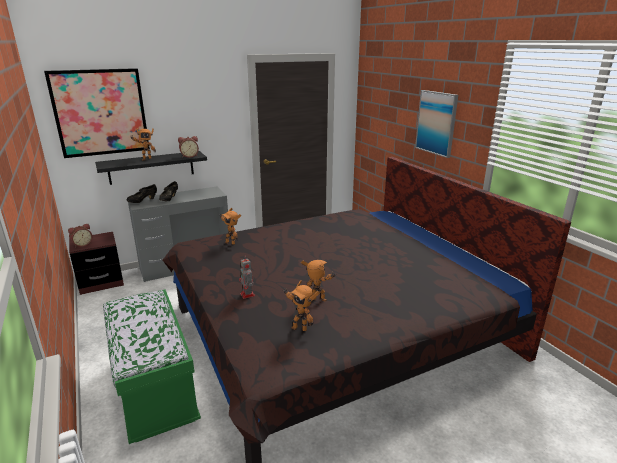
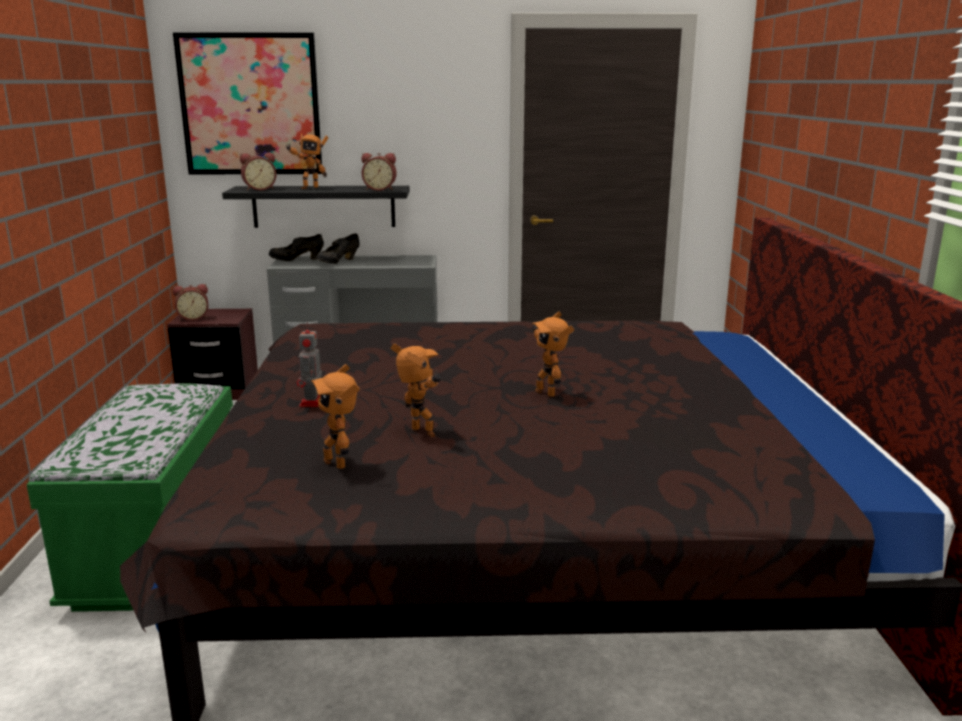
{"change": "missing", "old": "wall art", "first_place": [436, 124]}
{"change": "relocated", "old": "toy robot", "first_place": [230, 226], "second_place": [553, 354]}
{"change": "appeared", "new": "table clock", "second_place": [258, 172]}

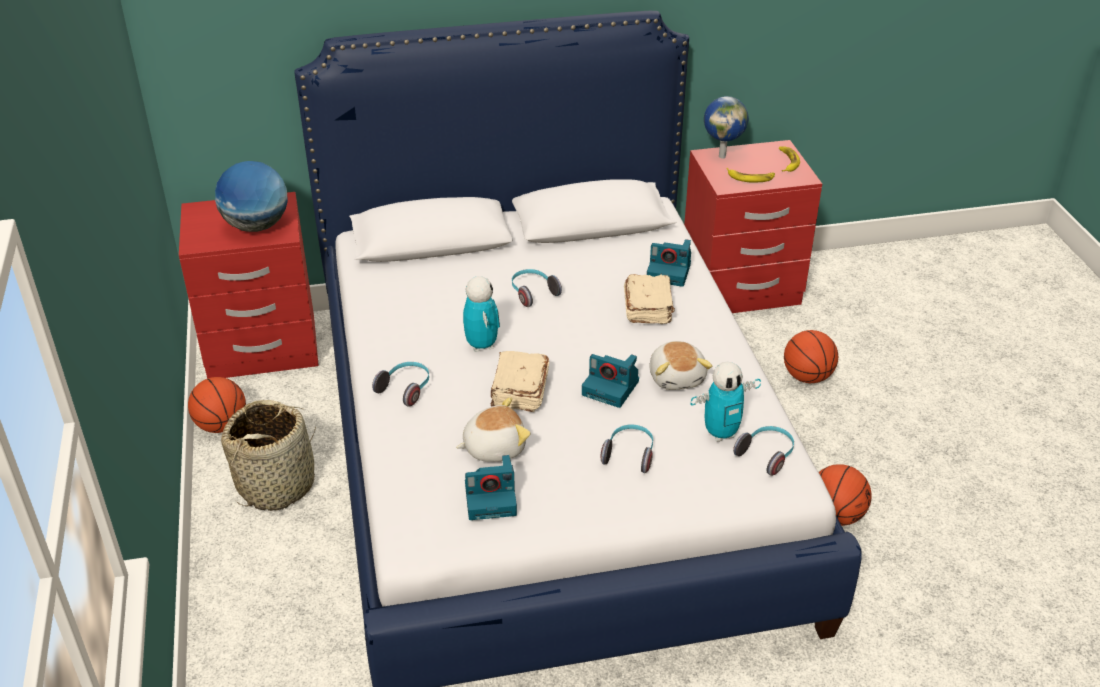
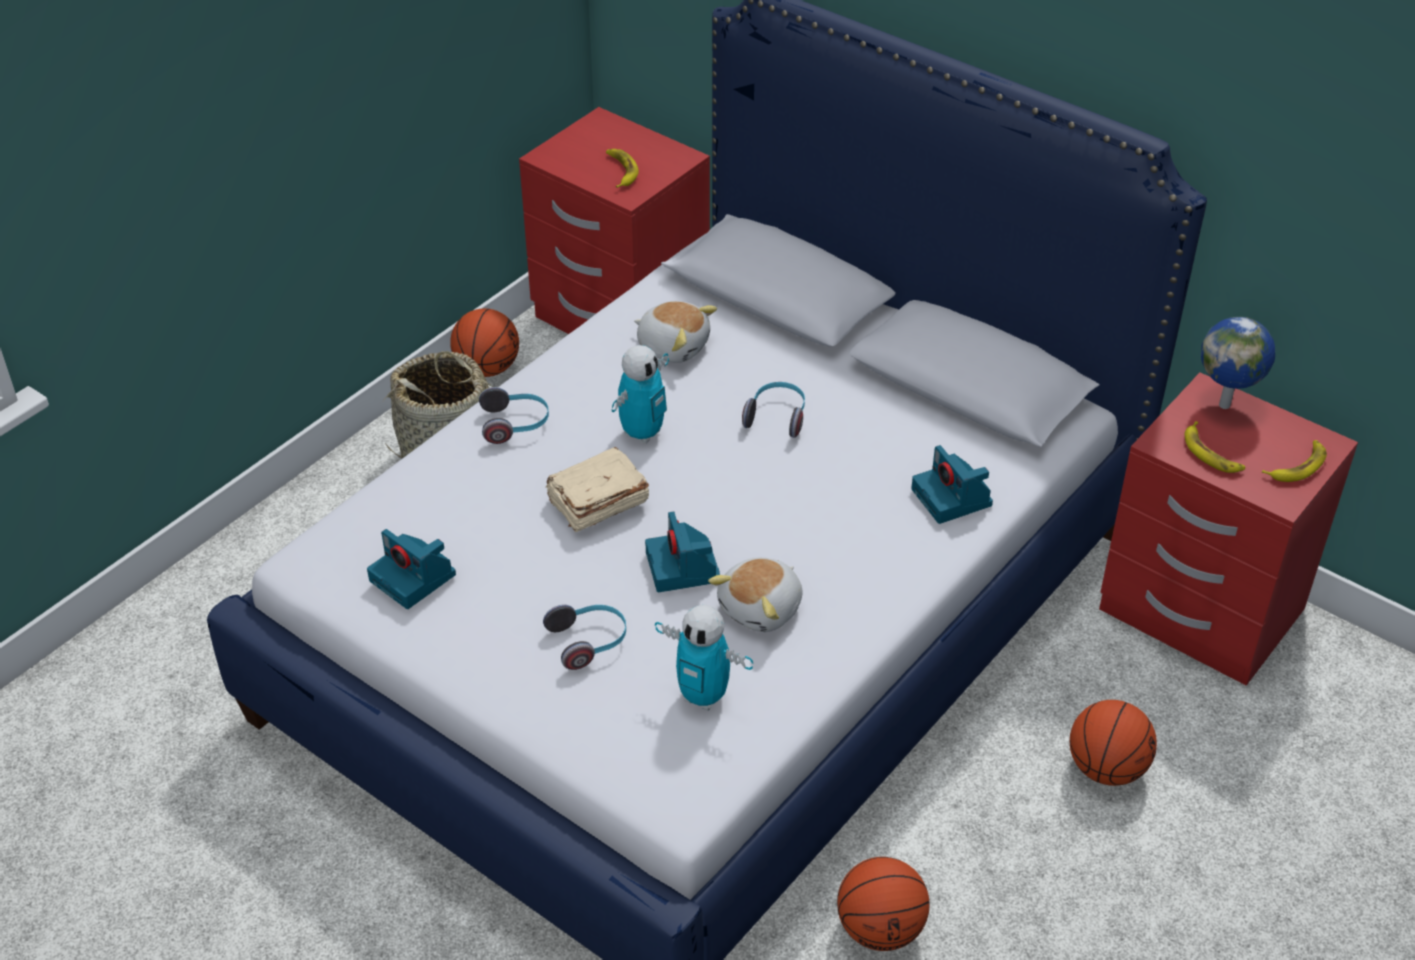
{"change": "exchanged", "old": "desk globe", "new": "banana", "first_place": [251, 196], "second_place": [622, 168]}
{"change": "missing", "old": "book (beige-coloured)", "first_place": [649, 299]}
{"change": "relocated", "old": "cuddly toy", "first_place": [493, 429], "second_place": [675, 332]}
{"change": "missing", "old": "pair of headphones", "first_place": [763, 451]}

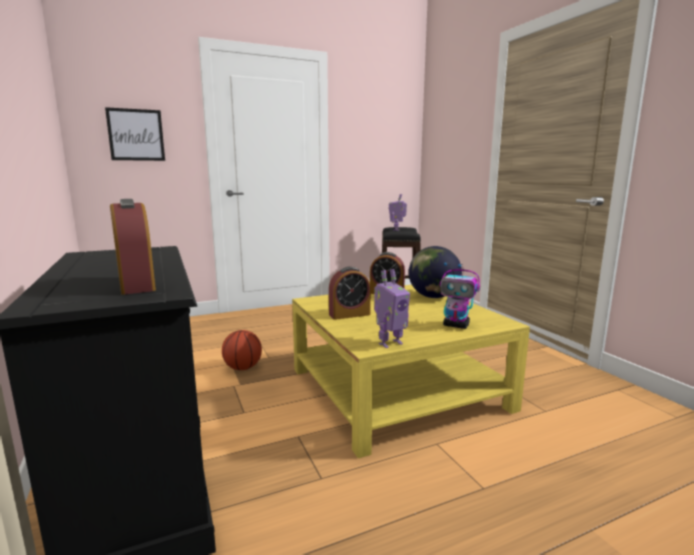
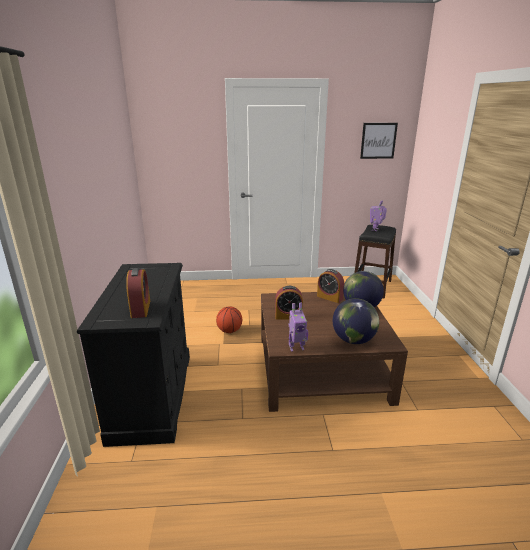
{"change": "relocated", "old": "wall art", "first_place": [135, 134], "second_place": [379, 141]}
{"change": "exchanged", "old": "toy robot", "new": "desk globe", "first_place": [460, 295], "second_place": [356, 321]}
{"change": "colour", "old": "coffee table (yellow)", "new": "coffee table (brown)", "first_place": [411, 371], "second_place": [334, 352]}

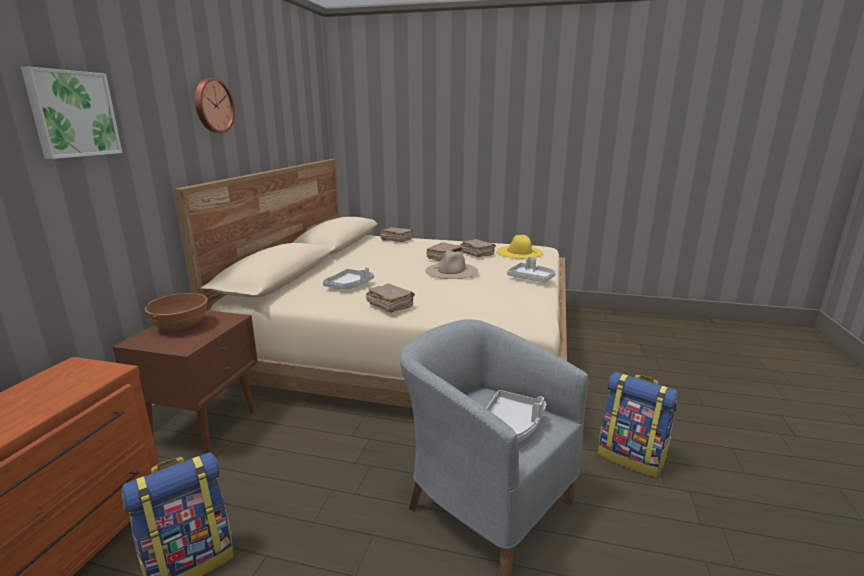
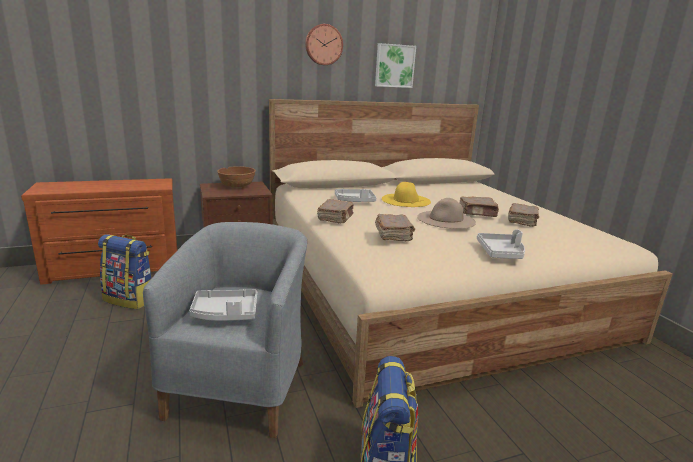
{"change": "relocated", "old": "wall art", "first_place": [71, 113], "second_place": [395, 65]}
{"change": "relocated", "old": "book (brown)", "first_place": [396, 234], "second_place": [395, 227]}
{"change": "relocated", "old": "wearable hat (yellow)", "first_place": [519, 247], "second_place": [406, 194]}

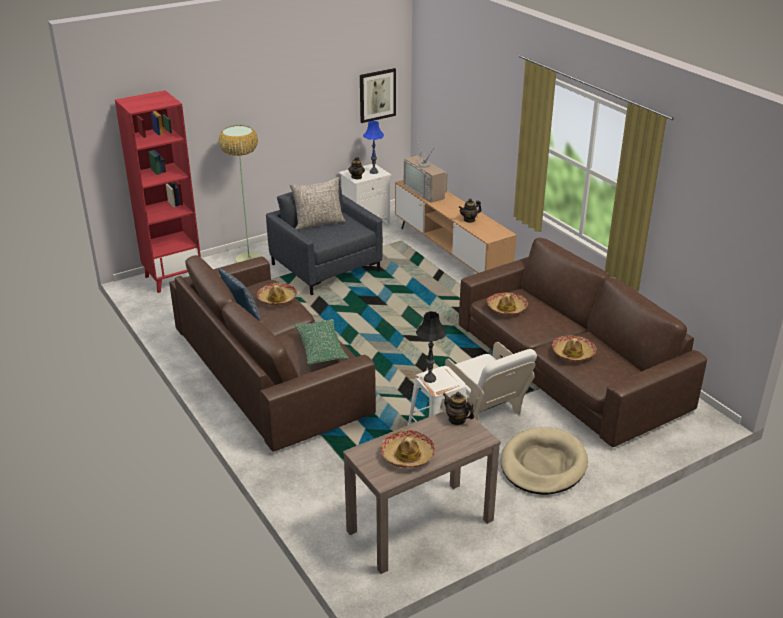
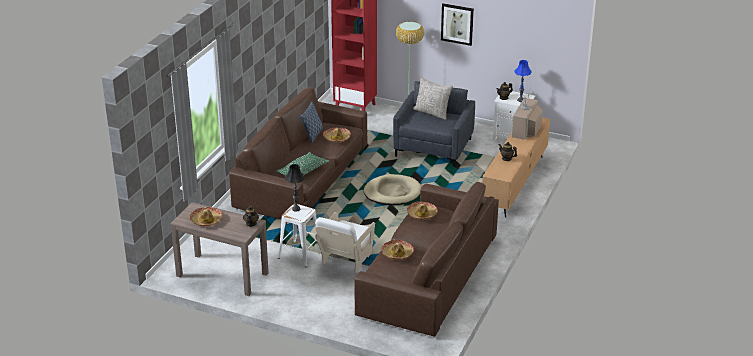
{"change": "relocated", "old": "wall art", "first_place": [378, 95], "second_place": [457, 24]}
{"change": "relocated", "old": "pet bed (beige-coloured)", "first_place": [544, 461], "second_place": [392, 189]}

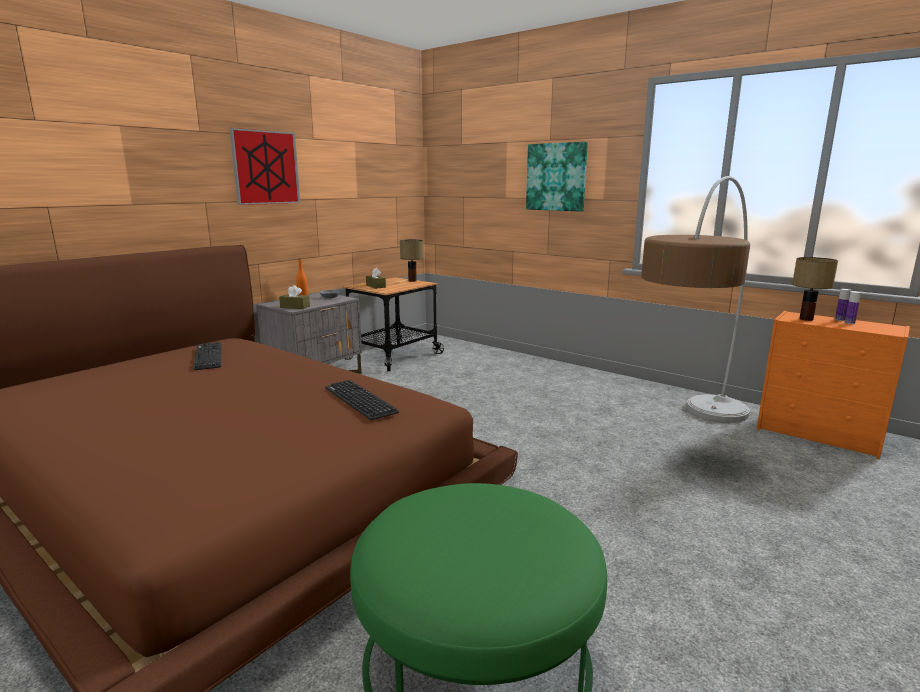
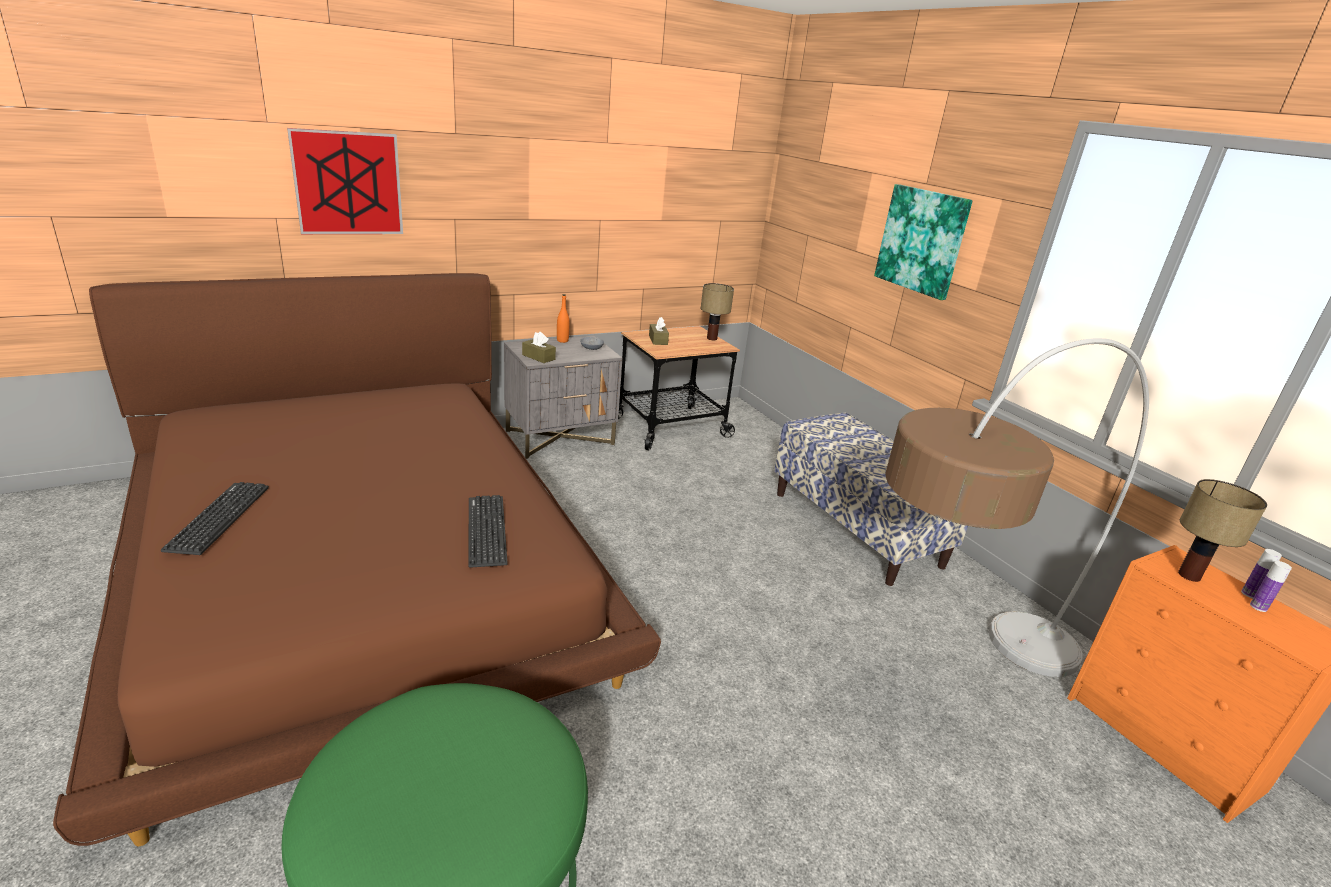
{"change": "relocated", "old": "wall art", "first_place": [264, 166], "second_place": [345, 181]}
{"change": "relocated", "old": "keyboard", "first_place": [207, 356], "second_place": [215, 518]}
{"change": "appeared", "new": "bench", "second_place": [871, 499]}

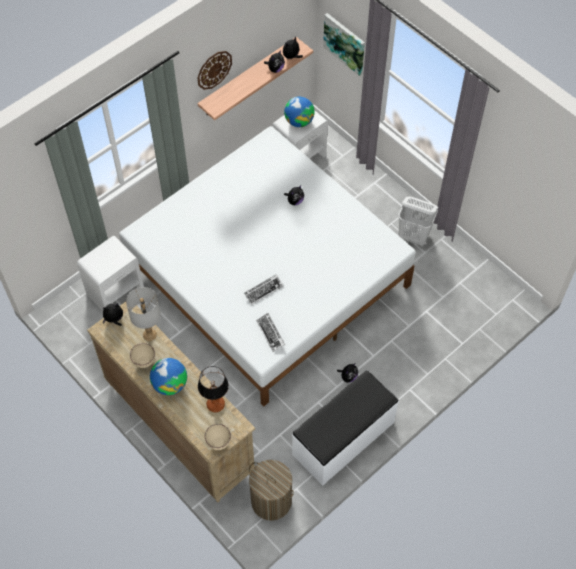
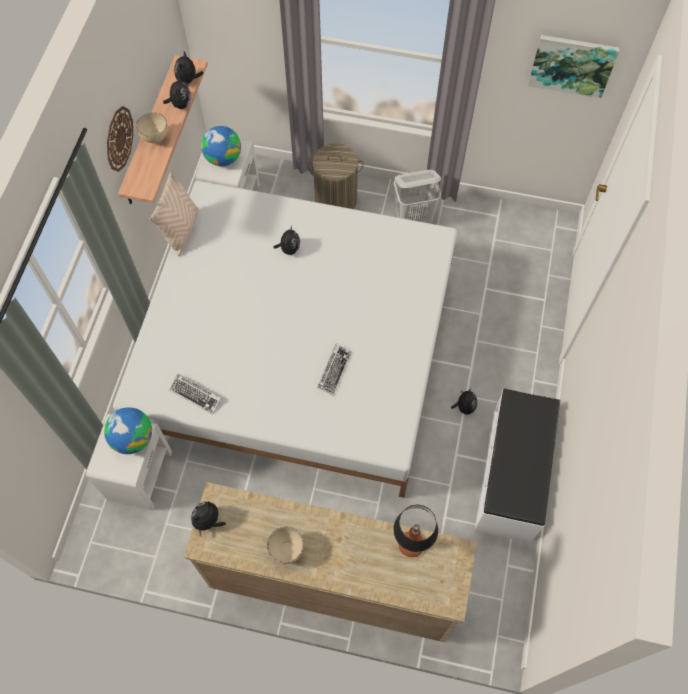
{"change": "relocated", "old": "wall art", "first_place": [344, 44], "second_place": [573, 66]}
{"change": "missing", "old": "table lamp (grey)", "first_place": [143, 314]}
{"change": "relocated", "old": "keyboard", "first_place": [270, 332], "second_place": [195, 394]}
{"change": "relocated", "old": "desk globe", "first_place": [168, 376], "second_place": [128, 430]}
{"change": "relocated", "old": "deep dish (beige-coloured)", "first_place": [218, 437], "second_place": [152, 128]}
{"change": "relocated", "old": "washing basket", "first_place": [271, 490], "second_place": [336, 176]}
{"change": "appeared", "new": "throw pillow (beige-coloured)", "second_place": [174, 214]}

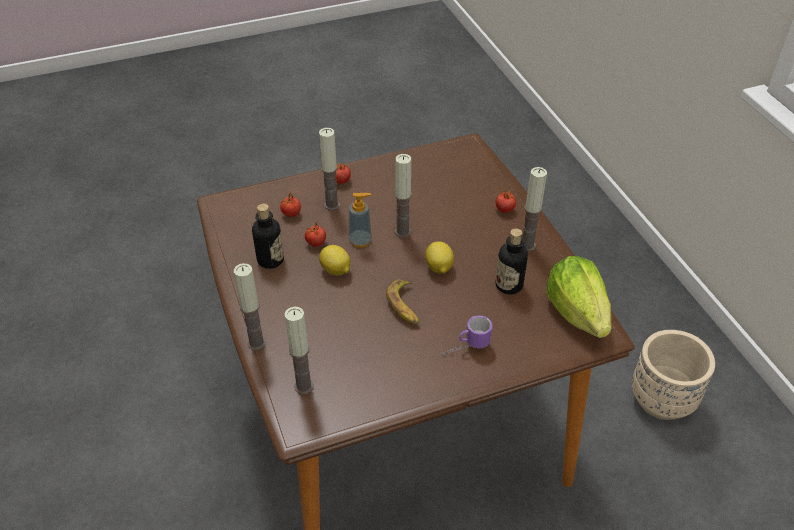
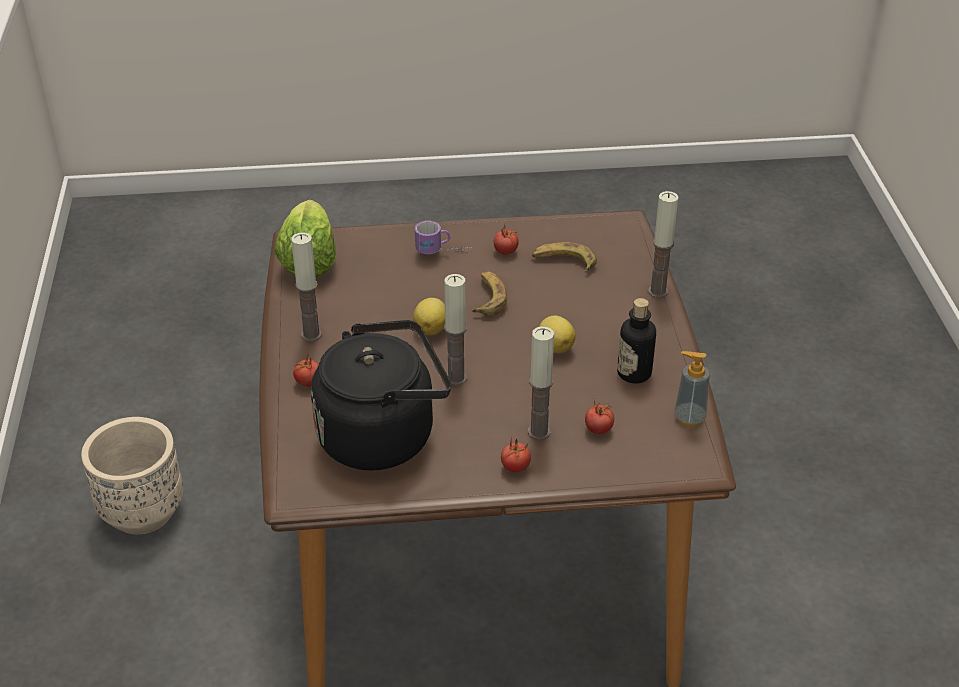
{"change": "relocated", "old": "soap dispenser", "first_place": [360, 220], "second_place": [692, 389]}
{"change": "relocated", "old": "tomato", "first_place": [315, 233], "second_place": [506, 240]}
{"change": "missing", "old": "drink bottle", "first_place": [511, 261]}
{"change": "missing", "old": "wax candle", "first_place": [299, 350]}
{"change": "appeared", "new": "banana", "second_place": [564, 257]}
{"change": "appeared", "new": "kettle (black)", "second_place": [381, 395]}

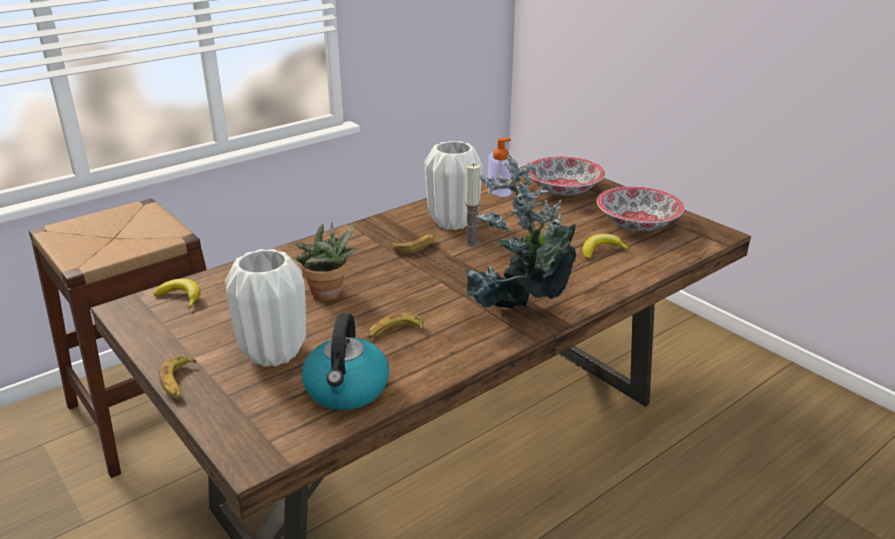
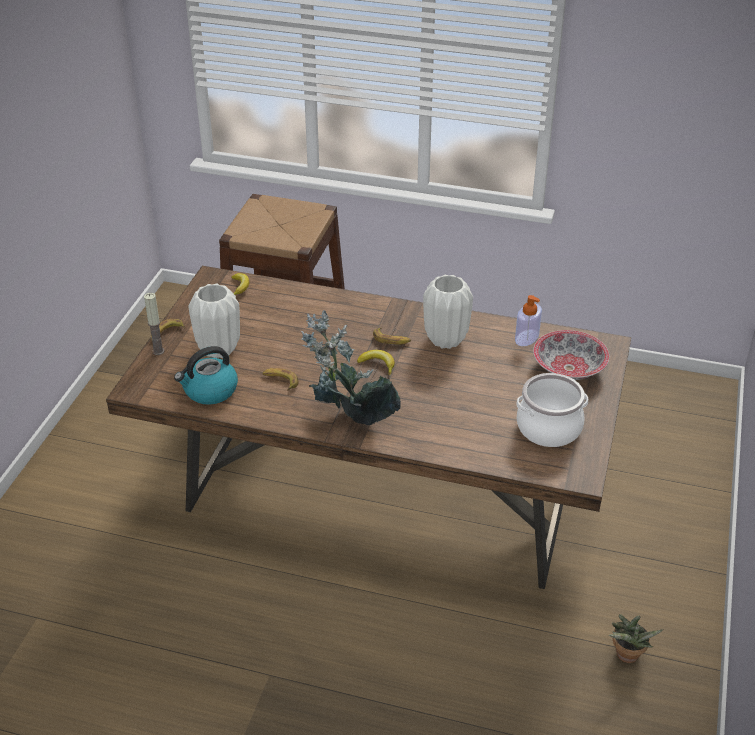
{"change": "relocated", "old": "wax candle", "first_place": [472, 205], "second_place": [154, 324]}
{"change": "exchanged", "old": "deep dish", "new": "saucepot", "first_place": [640, 208], "second_place": [552, 410]}
{"change": "relocated", "old": "houseplant", "first_place": [326, 261], "second_place": [636, 638]}
{"change": "relocated", "old": "banana", "first_place": [606, 247], "second_place": [376, 362]}

